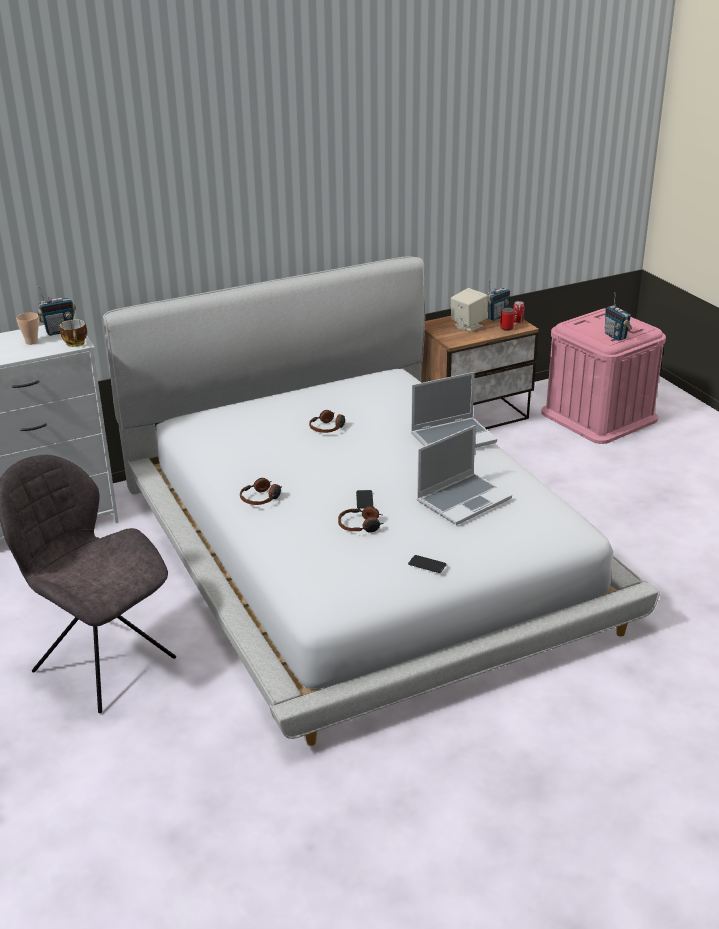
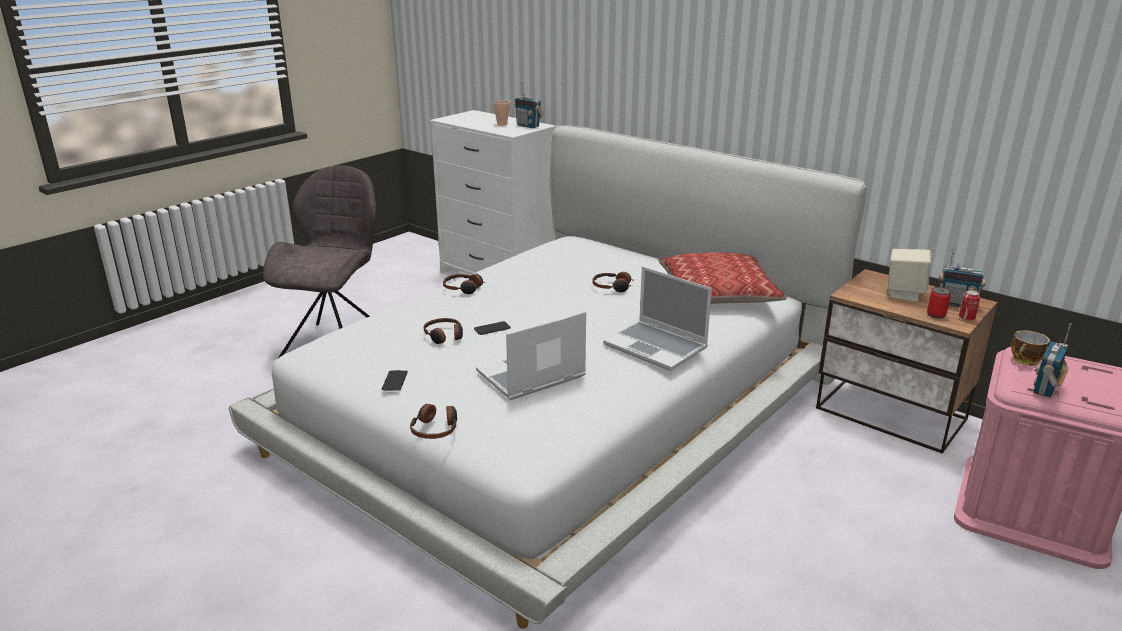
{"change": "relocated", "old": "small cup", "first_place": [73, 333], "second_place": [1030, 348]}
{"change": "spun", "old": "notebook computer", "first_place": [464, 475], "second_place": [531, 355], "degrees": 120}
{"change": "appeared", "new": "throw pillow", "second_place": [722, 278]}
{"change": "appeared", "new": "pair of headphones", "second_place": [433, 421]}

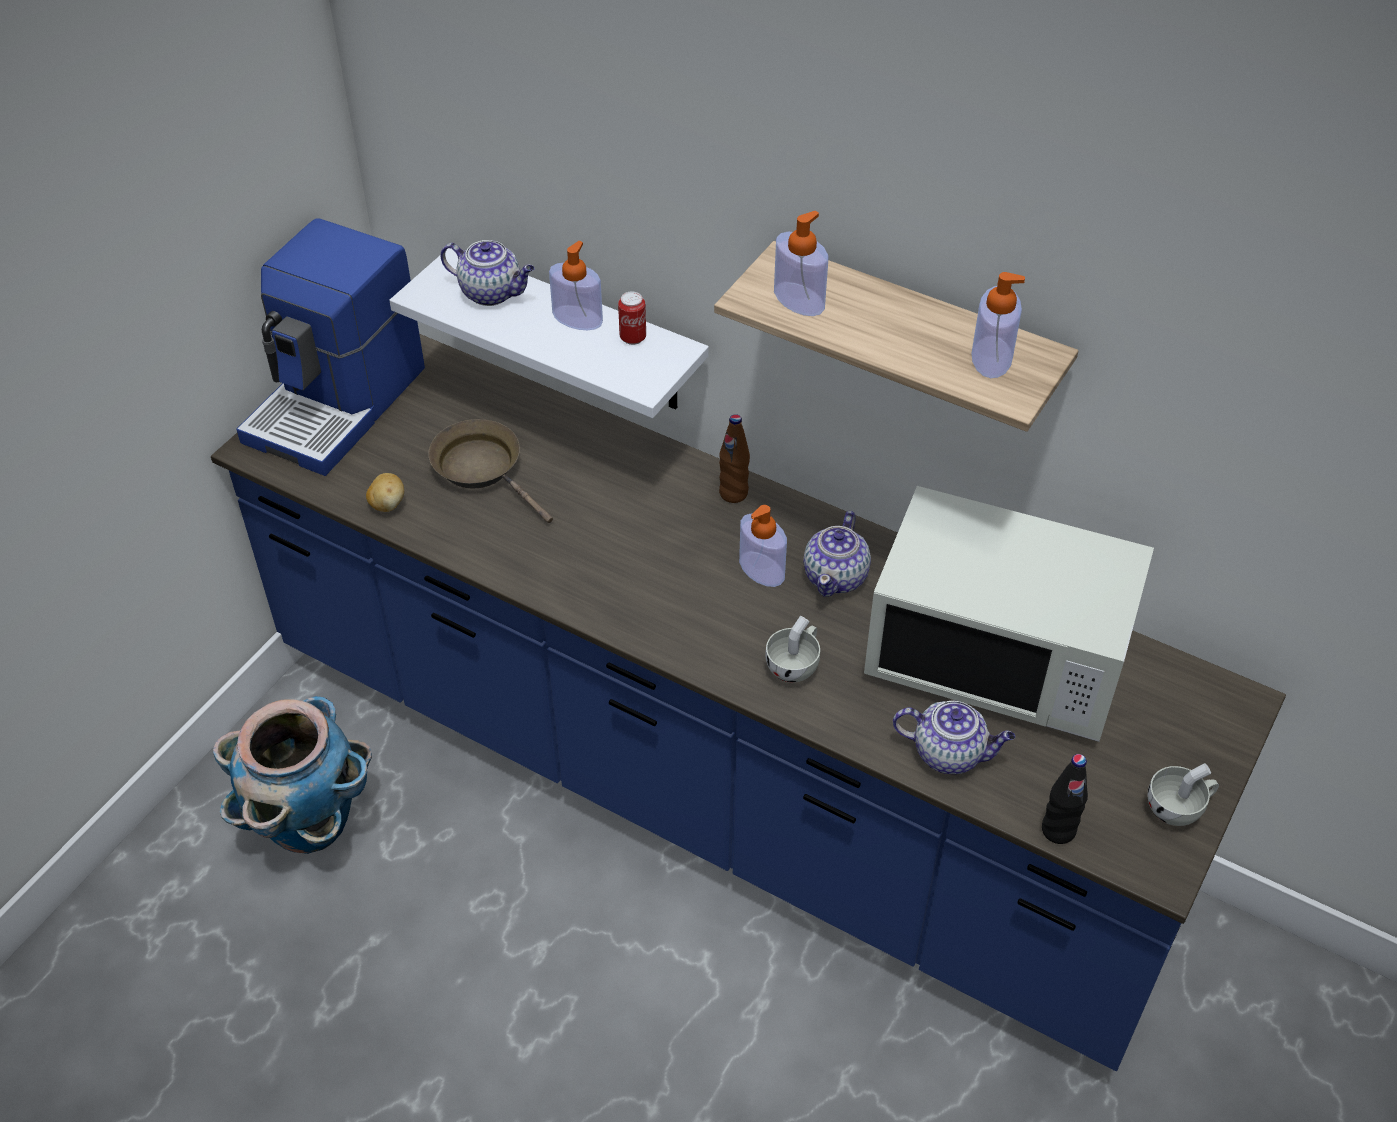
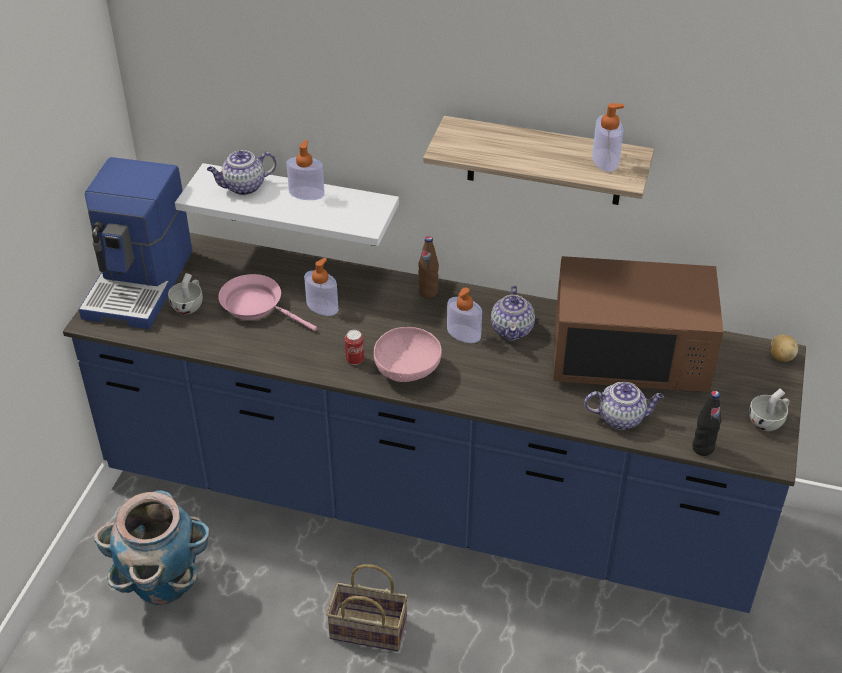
{"change": "relocated", "old": "soap dispenser", "first_place": [801, 263], "second_place": [321, 287]}
{"change": "spun", "old": "tea pot", "first_place": [488, 273], "second_place": [242, 172], "degrees": 150}
{"change": "relocated", "old": "sealed can", "first_place": [632, 318], "second_place": [354, 347]}
{"change": "colour", "old": "pan (brown)", "new": "pan (pink-coloured)", "first_place": [490, 471], "second_place": [267, 302]}
{"change": "relocated", "old": "potato", "first_place": [385, 492], "second_place": [784, 348]}
{"change": "colour", "old": "microwave (whitish)", "new": "microwave (brown)", "first_place": [1009, 614], "second_place": [638, 324]}
{"change": "relocated", "old": "small cup (whitish)", "first_place": [792, 649], "second_place": [185, 293]}
{"change": "appeared", "new": "deep dish (pink-coloured)", "second_place": [408, 354]}
{"change": "appeared", "new": "basket", "second_place": [367, 608]}

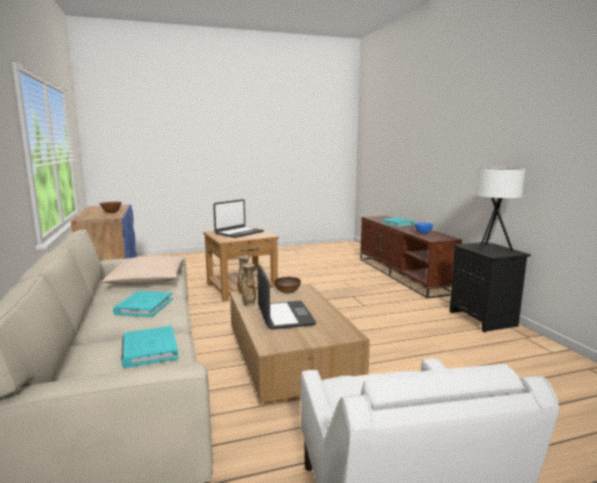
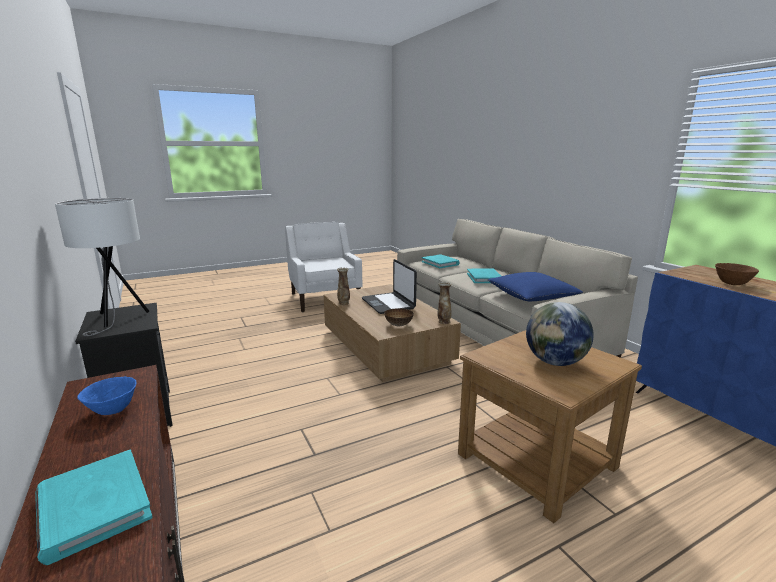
{"change": "exchanged", "old": "notebook computer", "new": "desk globe", "first_place": [238, 218], "second_place": [560, 334]}
{"change": "colour", "old": "throw pillow (beige-coloured)", "new": "throw pillow (blue-coloured)", "first_place": [143, 270], "second_place": [535, 286]}
{"change": "relocated", "old": "flower vase", "first_place": [249, 284], "second_place": [343, 286]}

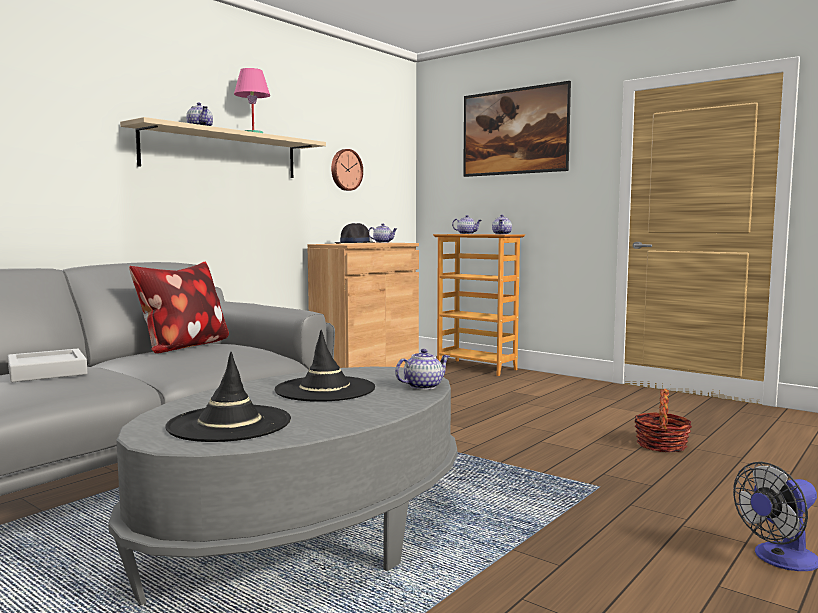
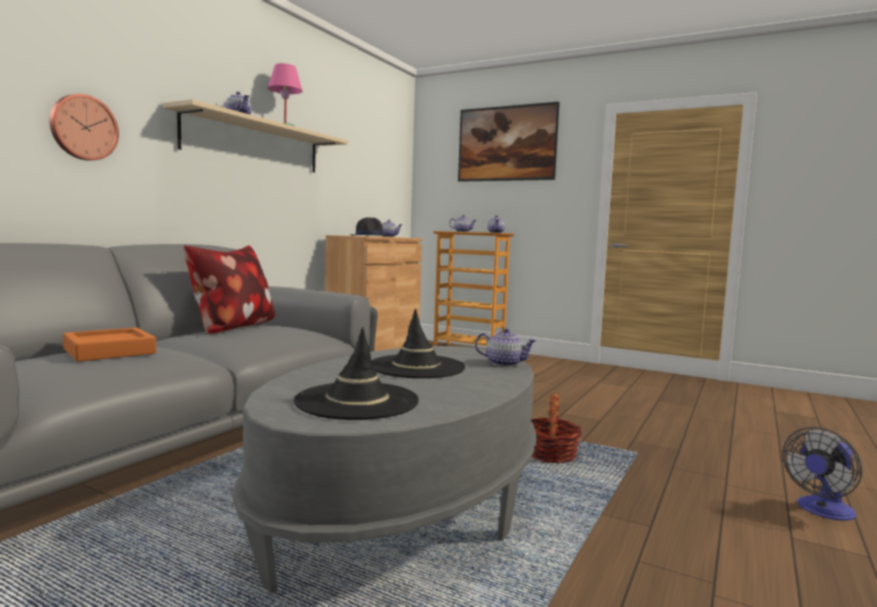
{"change": "relocated", "old": "hanging clock", "first_place": [347, 170], "second_place": [84, 127]}
{"change": "colour", "old": "carrying tray (grey)", "new": "carrying tray (orangey)", "first_place": [48, 365], "second_place": [109, 344]}
{"change": "spun", "old": "tea pot", "first_place": [422, 369], "second_place": [506, 347], "degrees": 60}
{"change": "relocated", "old": "basket", "first_place": [663, 420], "second_place": [556, 428]}

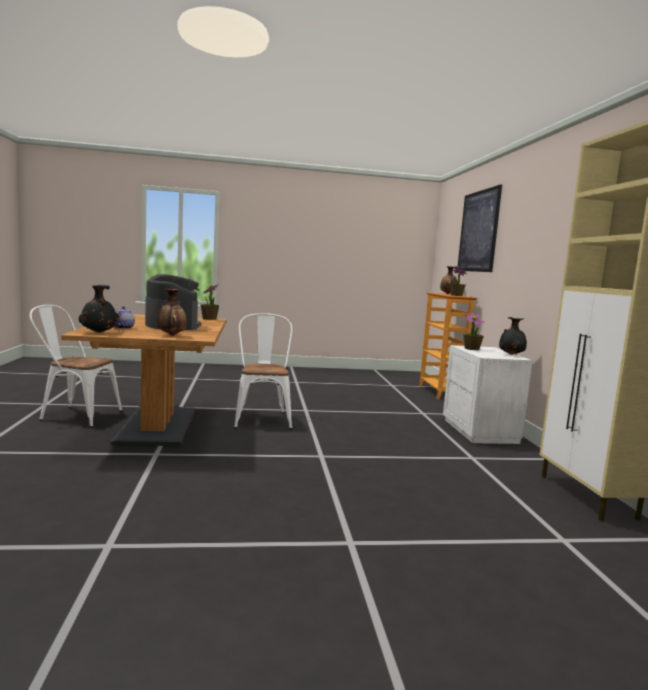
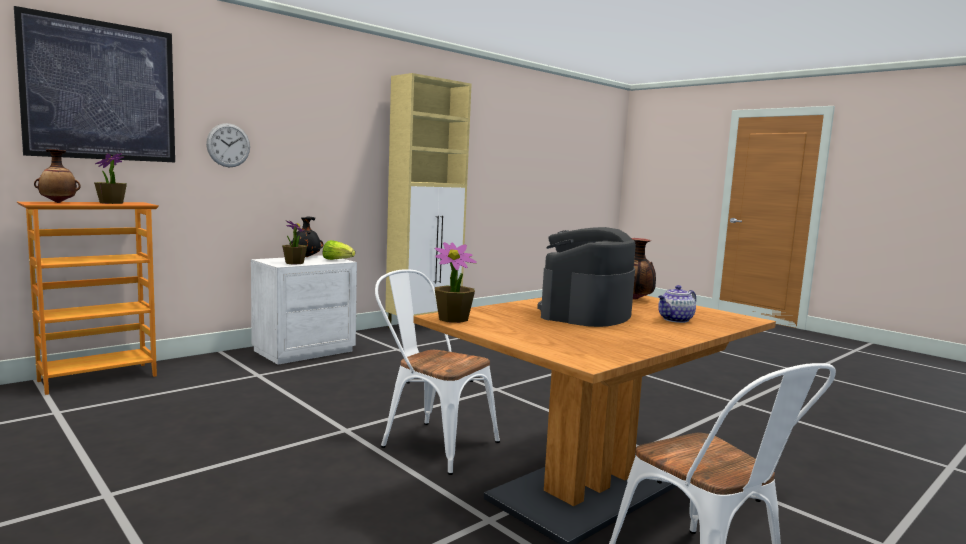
{"change": "missing", "old": "flower vase (black)", "first_place": [99, 309]}
{"change": "spun", "old": "upright chair (whitish)", "first_place": [263, 371], "second_place": [437, 372], "degrees": 75}
{"change": "appeared", "new": "hanging clock", "second_place": [228, 145]}
{"change": "appeared", "new": "lettuce head", "second_place": [339, 250]}

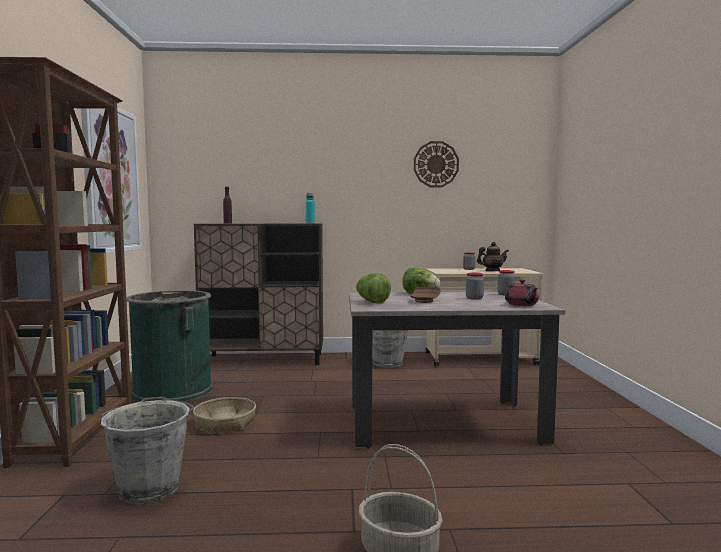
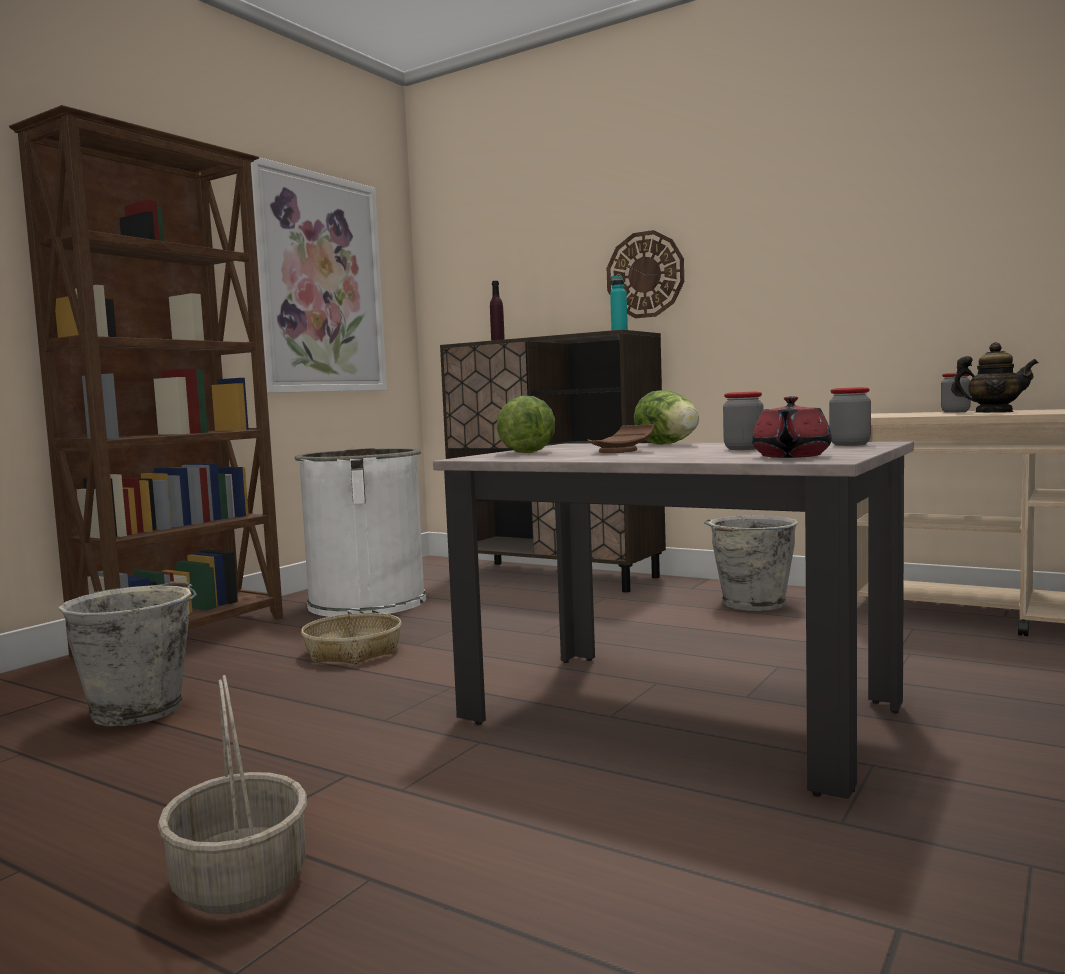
{"change": "relocated", "old": "hanging clock", "first_place": [436, 164], "second_place": [645, 274]}
{"change": "colour", "old": "waste bin (greenish)", "new": "waste bin (whitish)", "first_place": [169, 346], "second_place": [360, 532]}

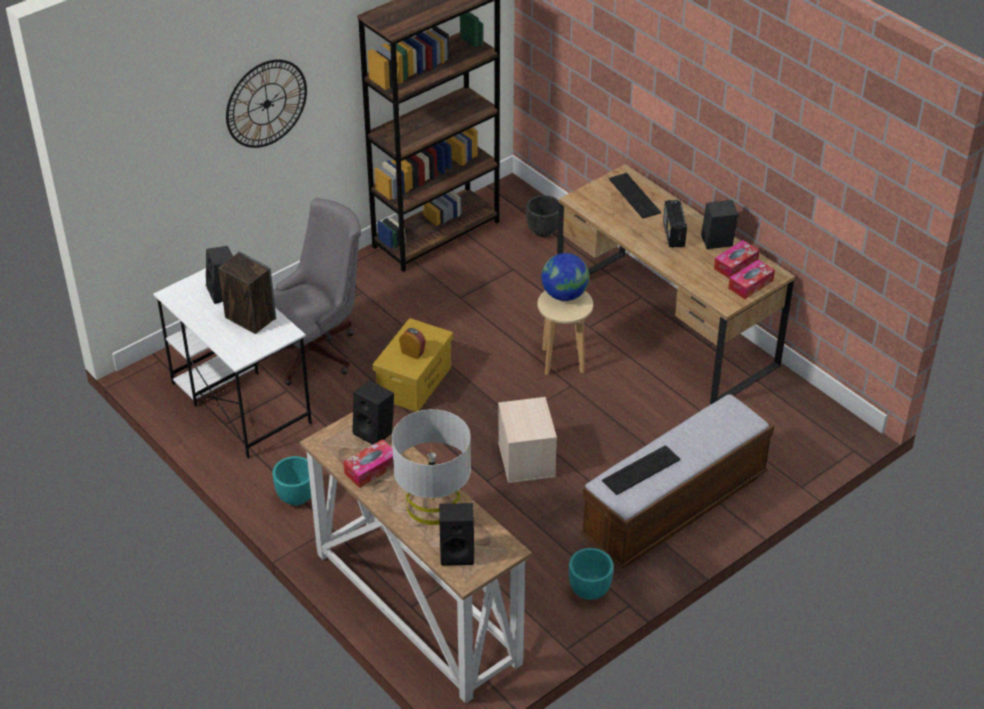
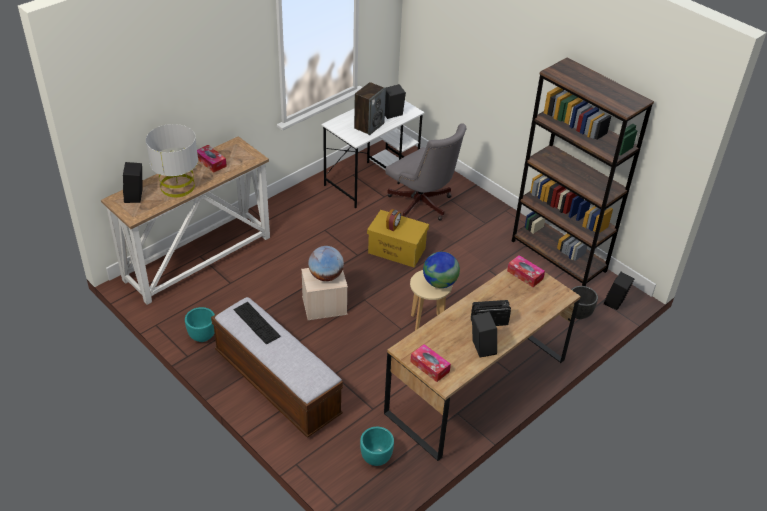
{"change": "missing", "old": "hanging clock", "first_place": [266, 103]}
{"change": "missing", "old": "keyboard", "first_place": [635, 195]}
{"change": "relocated", "old": "tissue box", "first_place": [737, 259], "second_place": [526, 271]}
{"change": "relocated", "old": "loudspeaker (black)", "first_place": [373, 412], "second_place": [619, 291]}
{"change": "relocated", "old": "planter (turquoise-coloured)", "first_place": [292, 481], "second_place": [377, 446]}
{"change": "appeared", "new": "desk globe", "second_place": [326, 263]}

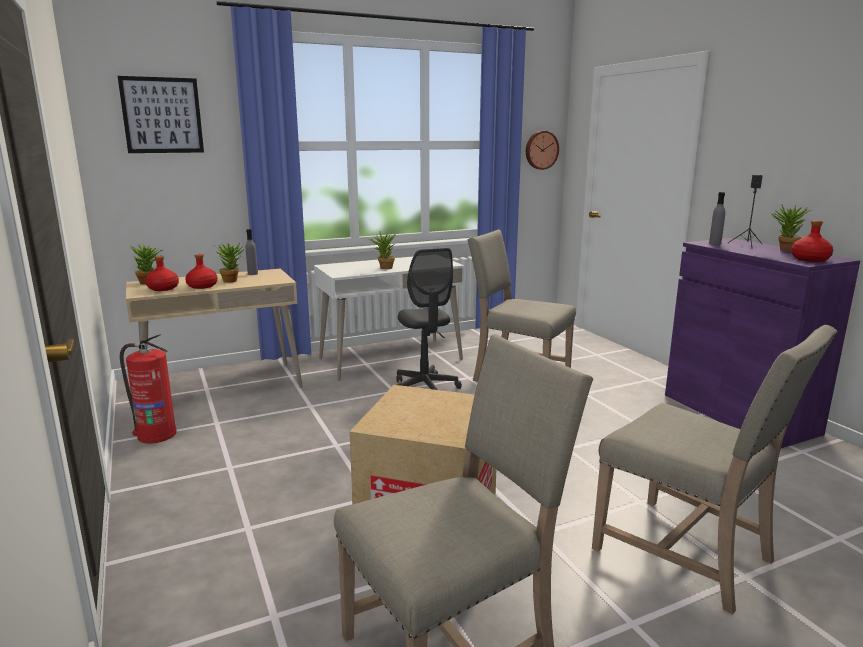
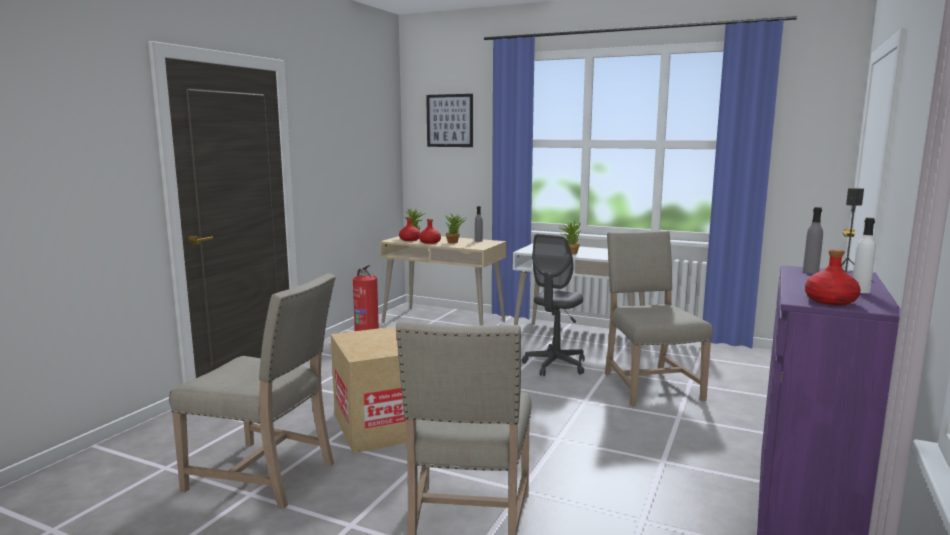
{"change": "missing", "old": "hanging clock", "first_place": [542, 150]}
{"change": "exchanged", "old": "houseplant", "new": "drink bottle (whitish)", "first_place": [790, 228], "second_place": [864, 255]}

